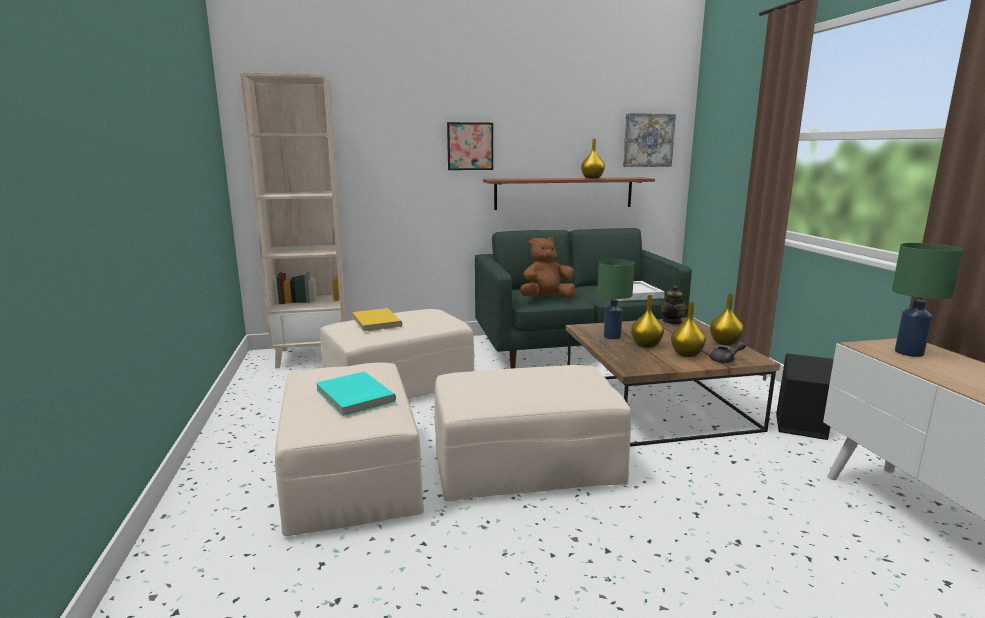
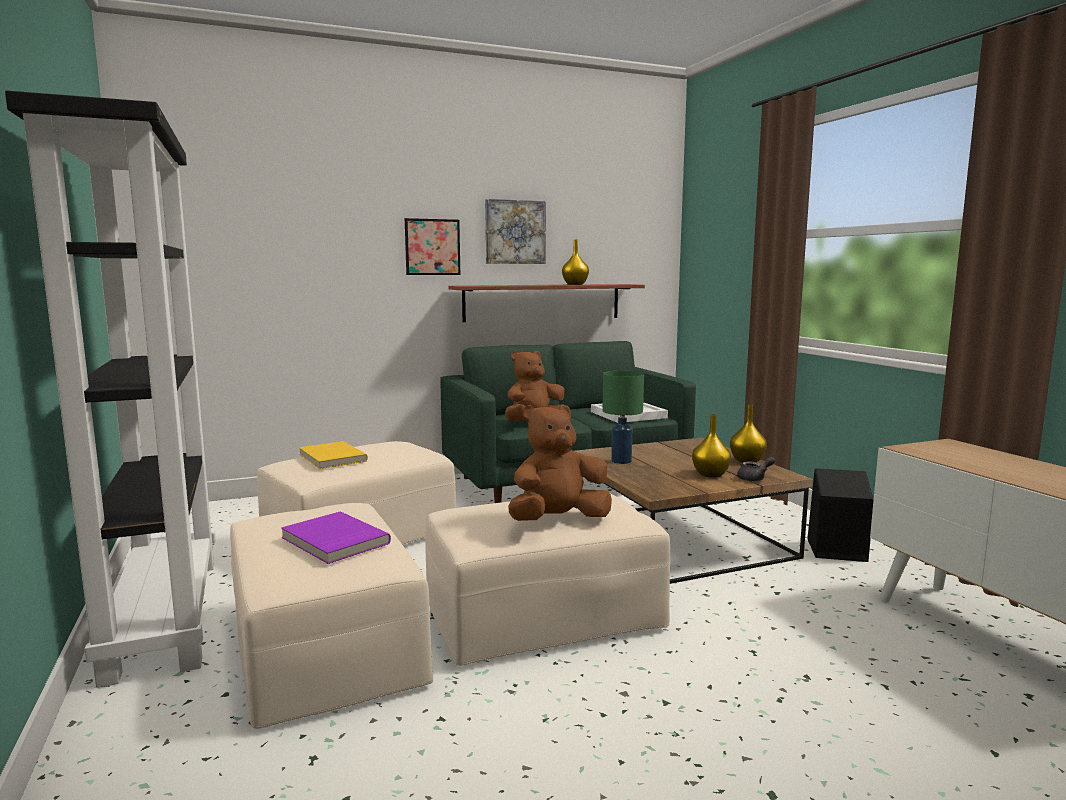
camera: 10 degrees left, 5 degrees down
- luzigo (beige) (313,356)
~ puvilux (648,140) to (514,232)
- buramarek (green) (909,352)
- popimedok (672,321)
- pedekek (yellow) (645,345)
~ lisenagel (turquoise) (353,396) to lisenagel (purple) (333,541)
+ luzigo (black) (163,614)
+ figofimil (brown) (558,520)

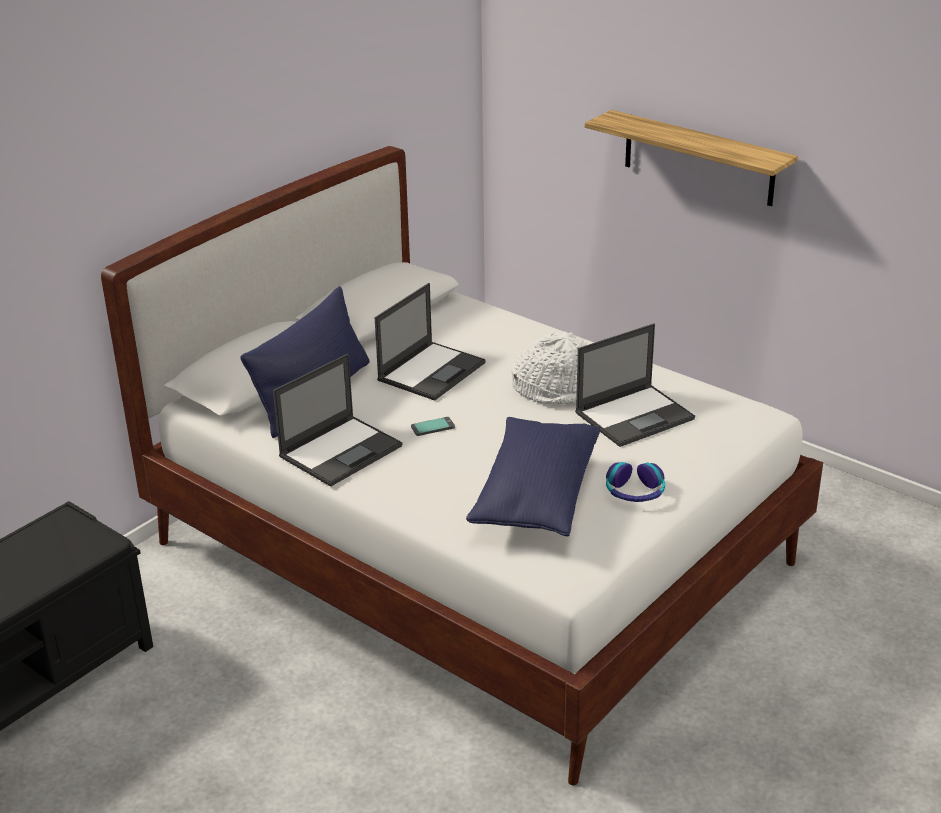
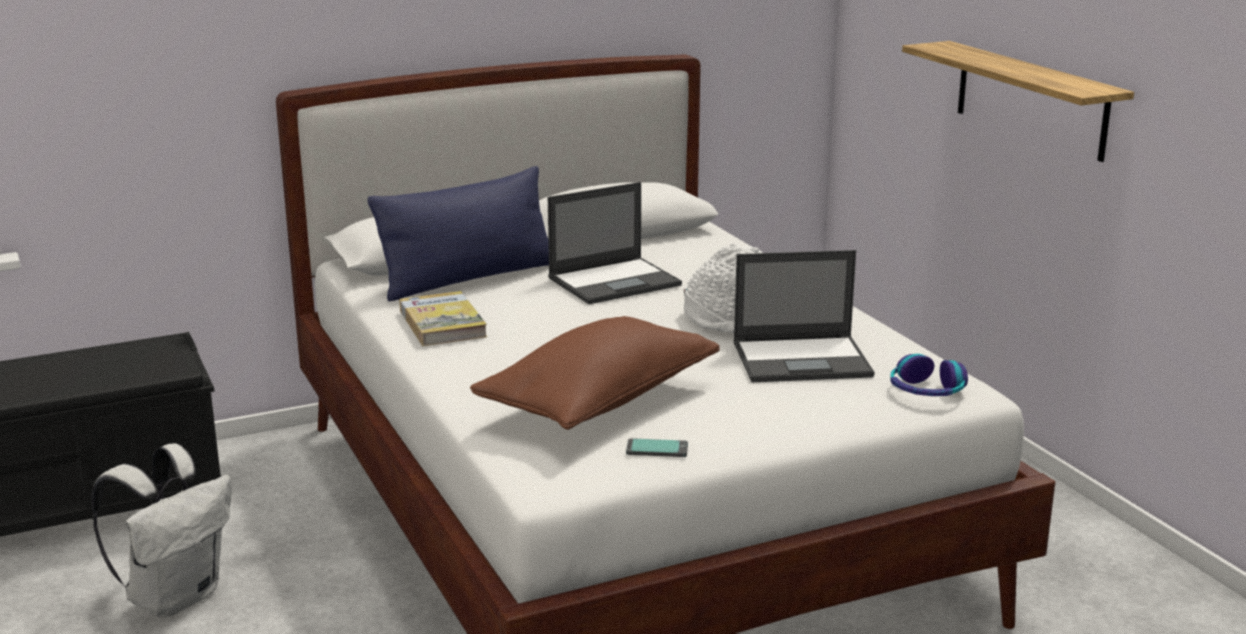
camera: 25 degrees right, 10 degrees down
~ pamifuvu (341,450) to lisenagel (442,323)
~ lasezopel (432,427) to (657,449)
~ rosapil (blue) (536,495) to rosapil (brown) (599,400)
~ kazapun (635,492) to (926,391)
+ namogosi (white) (175,597)

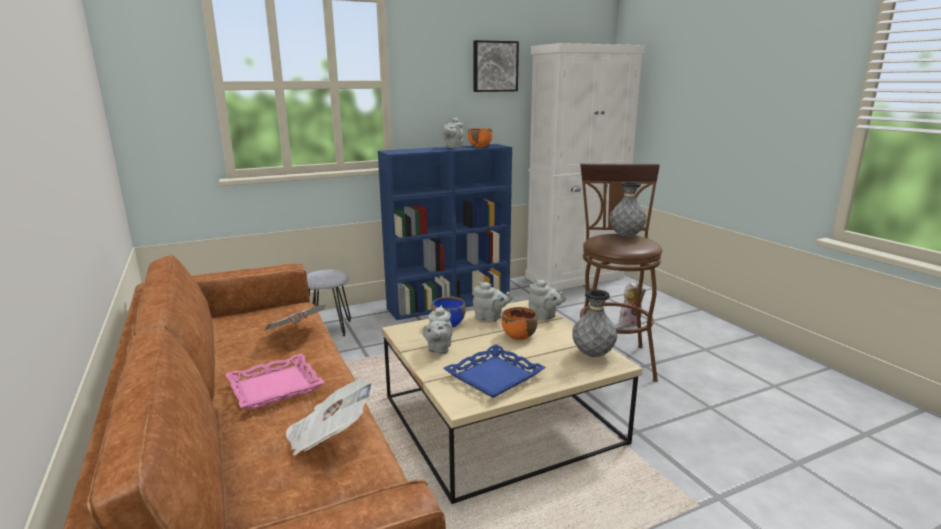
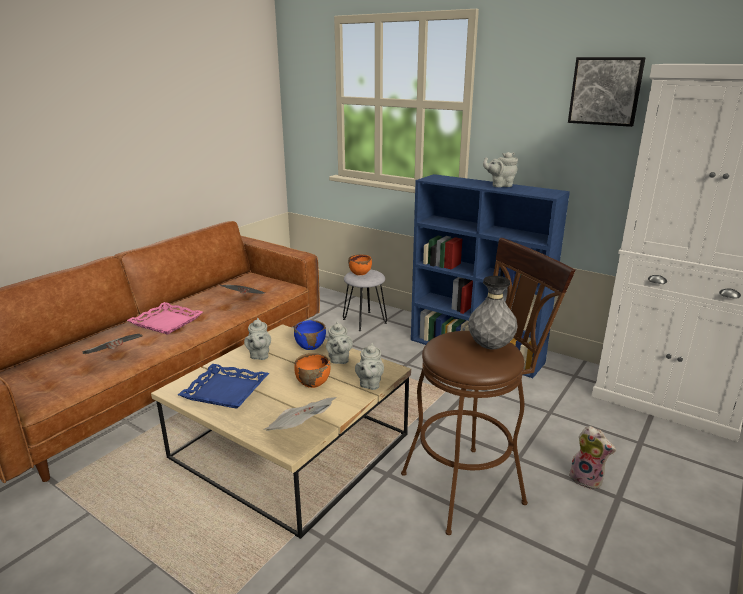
camera: 60 degrees right, 5 degrees up
~ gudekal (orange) (480,146) to (360,273)
~ pedekek (grey) (592,355) to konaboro (300,430)
~ popimedok (grey) (439,349) = (259,355) 75 degrees counterclockwise

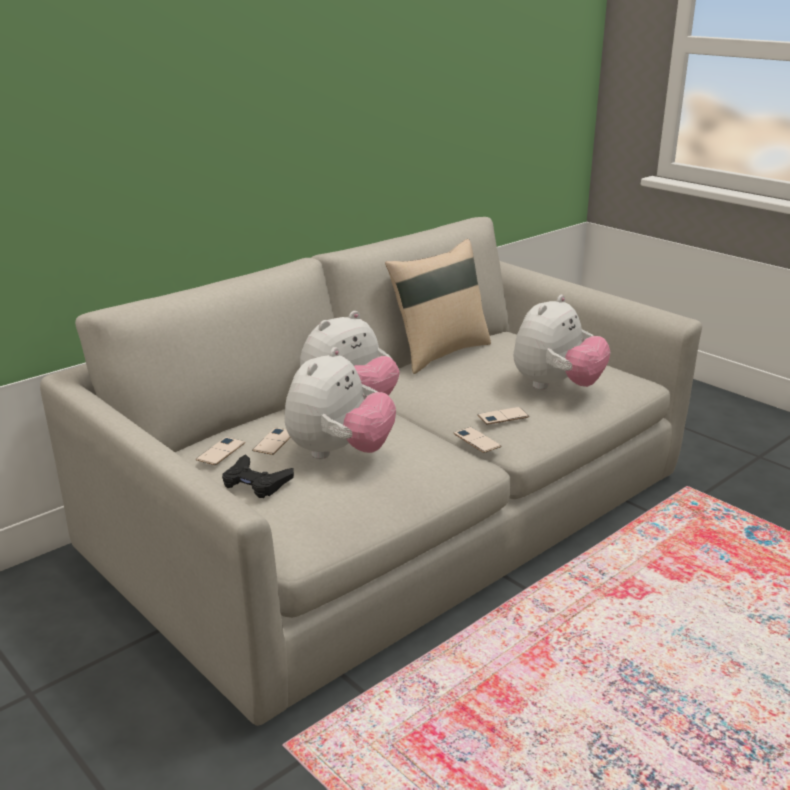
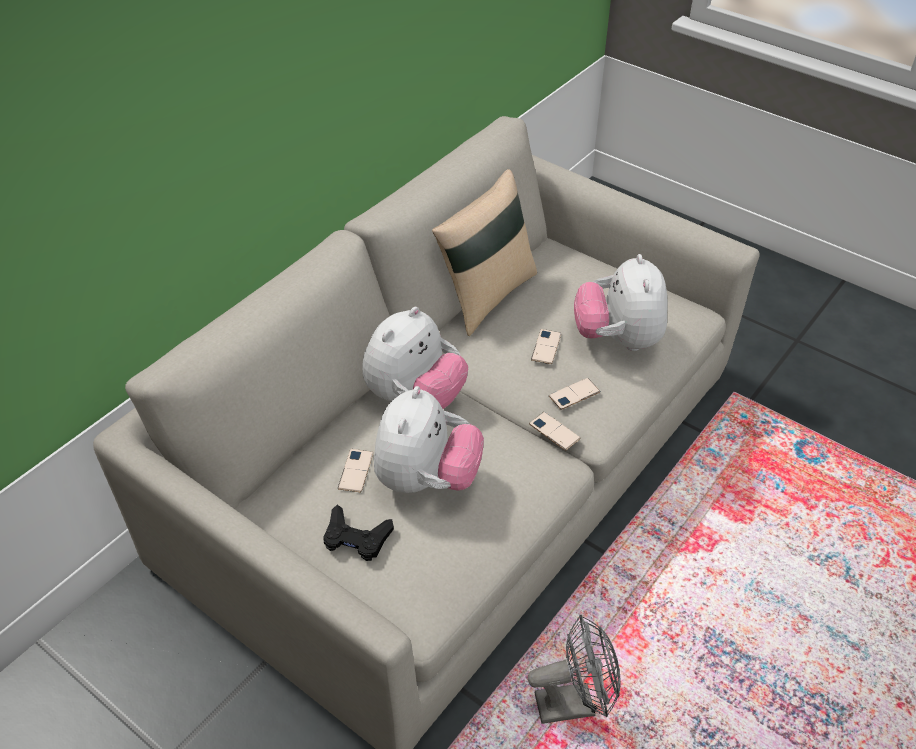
camera: 10 degrees left, 20 degrees up
~ figofimil (556,386) = (618,339) 150 degrees clockwise
~ lasezopel (221,451) to (546,347)
+ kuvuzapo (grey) (574,703)

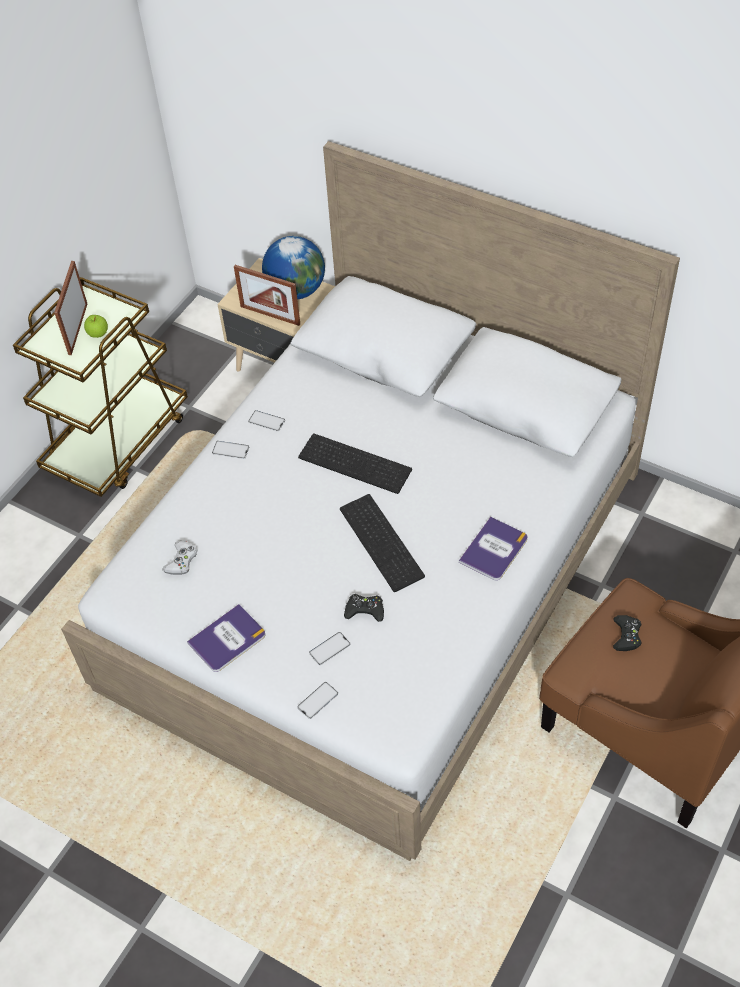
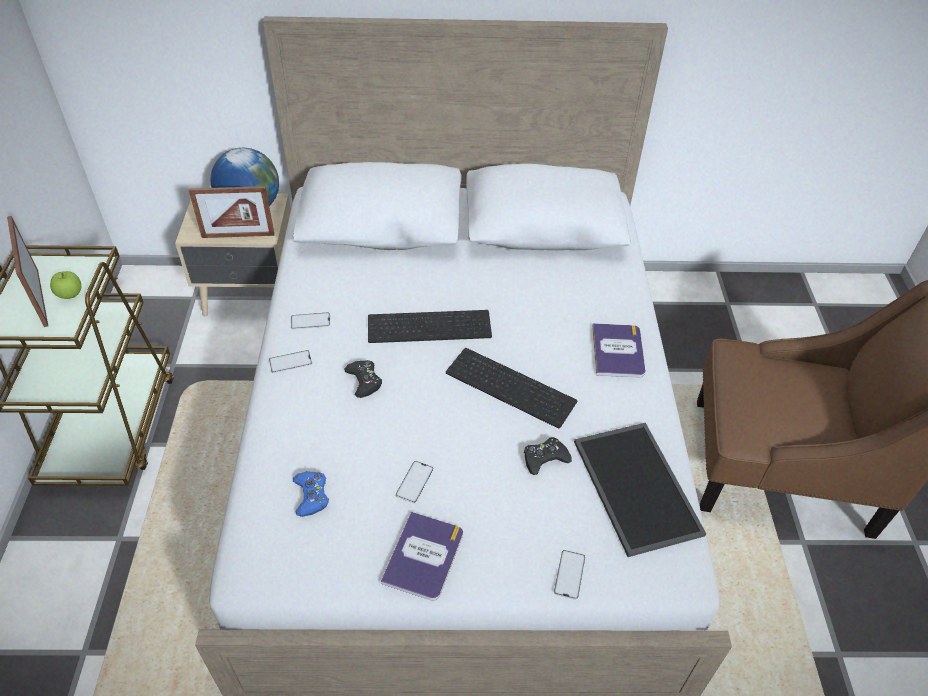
camera: 35 degrees left, 5 degrees down
~ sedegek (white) (181,561) to sedegek (blue) (311,495)
~ sedegek (black) (626,635) to (364,381)
~ lasezopel (329,648) to (414,482)
+ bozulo (634,486)

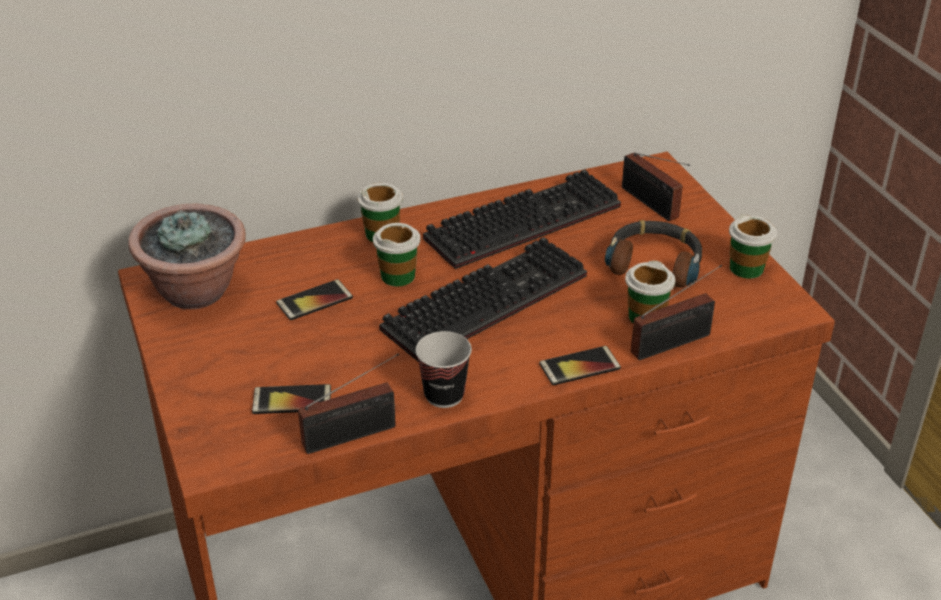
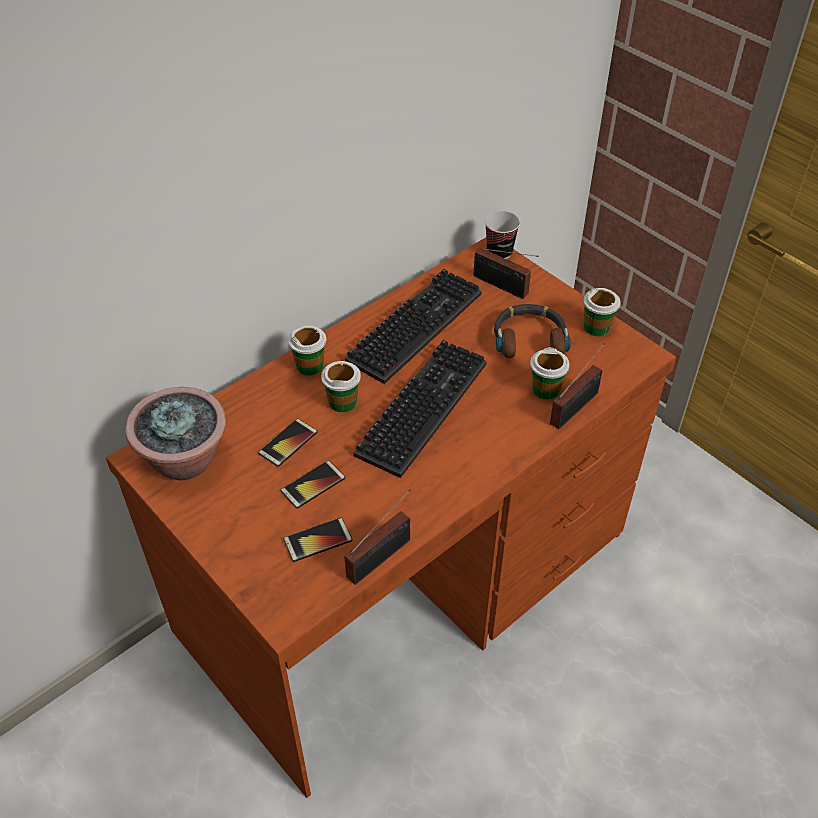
camera: 20 degrees left, 10 degrees up
~ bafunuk (444,395) to (499,252)
~ lasezopel (579,366) to (313,485)

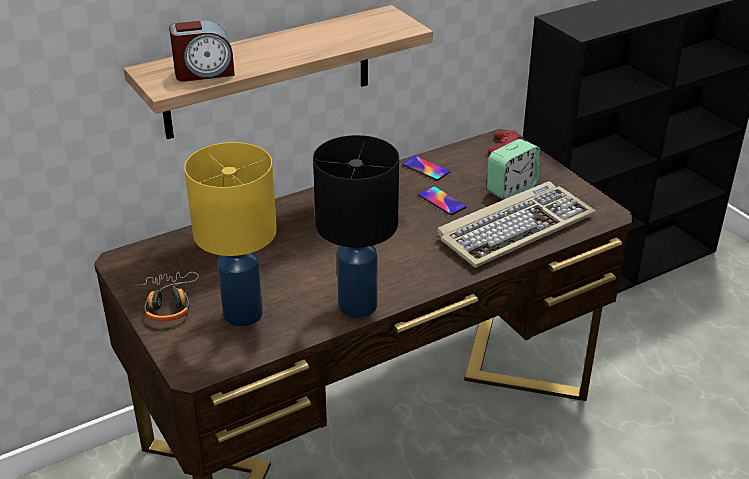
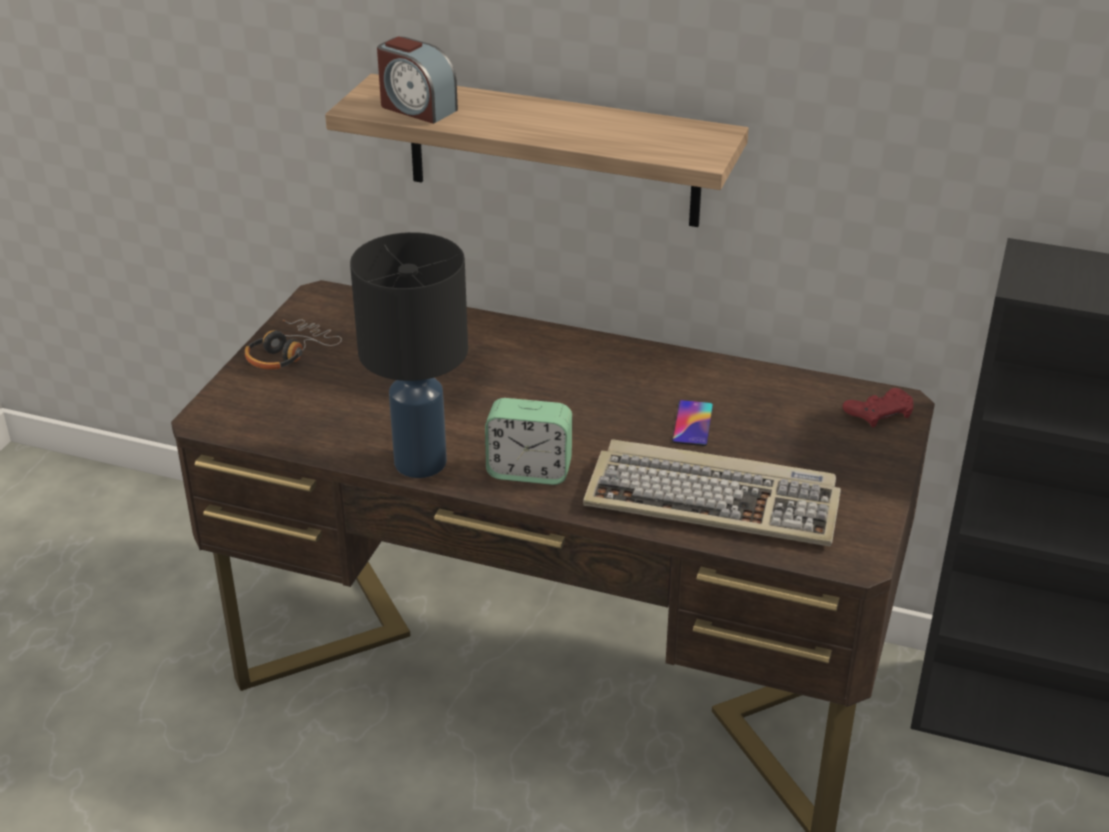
camera: 50 degrees right, 0 degrees up
~ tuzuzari (511,189) to (529,471)
- buramarek (yellow) (244,314)
- lasezopel (426,168)

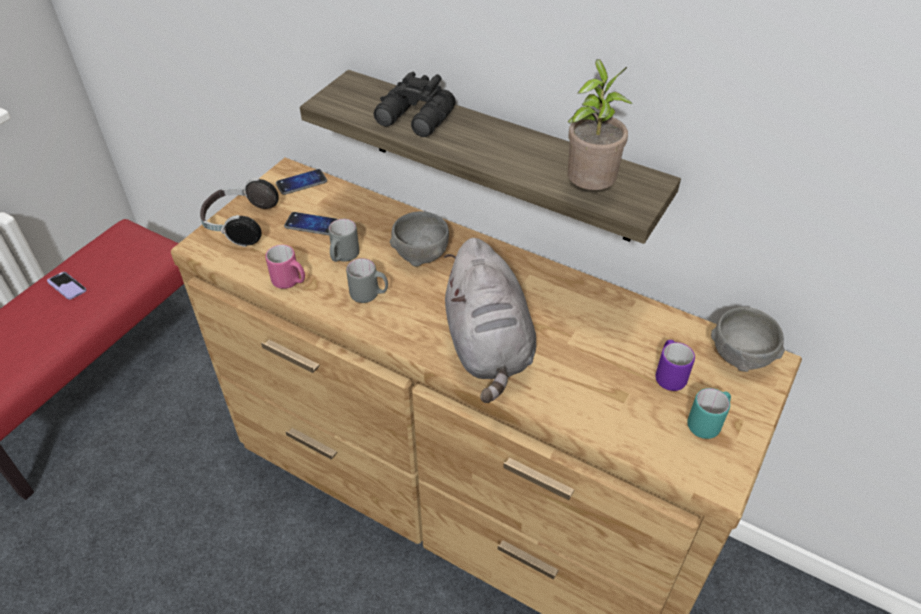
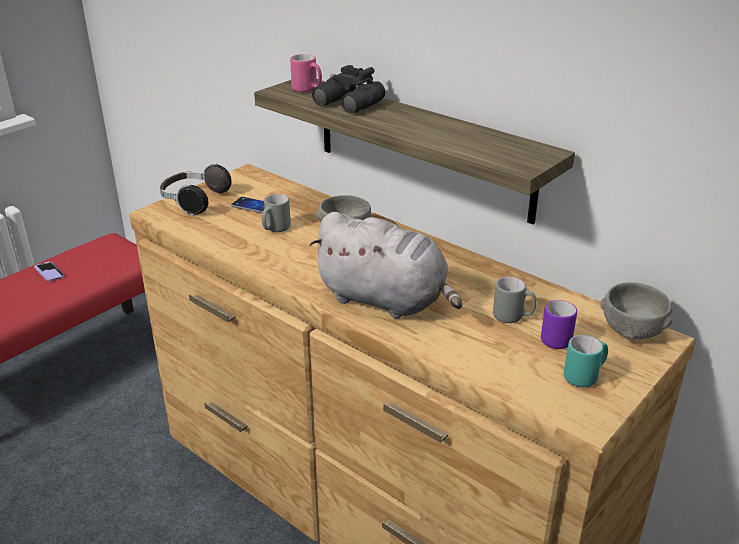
camera: 10 degrees right, 15 degrees down
- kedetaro (589,189)
- lasezopel (301,183)
~ figofimil (grey) (488,346) = (386,300) 60 degrees counterclockwise
~ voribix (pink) (290,282) to (308,90)
~ voribix (grey) (369,295) to (513,317)

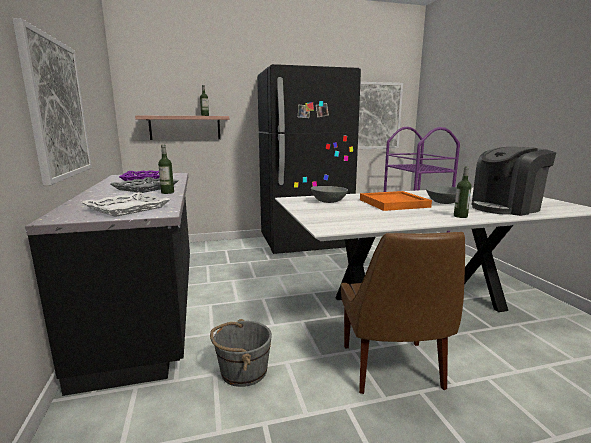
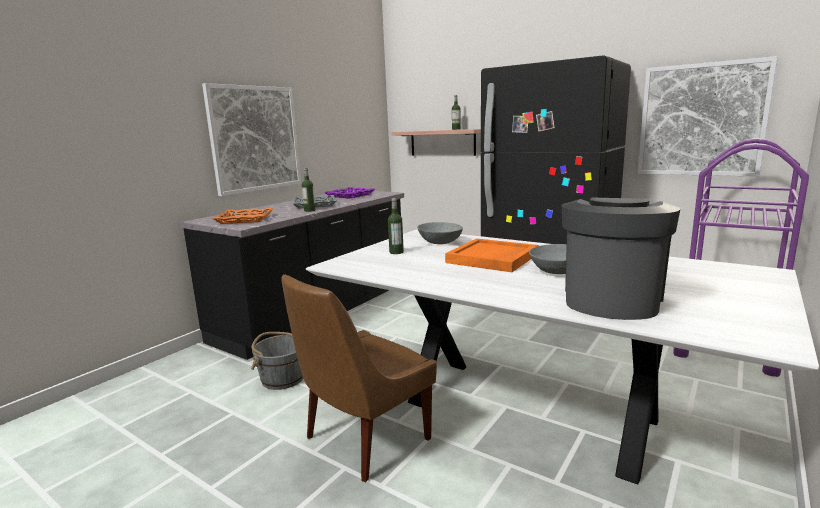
camera: 50 degrees right, 0 degrees up
~ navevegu (506,208) = (611,299) 90 degrees clockwise
~ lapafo (460,216) to (396,252)
~ bozulo (white) (127,208) to bozulo (orange) (245,219)

